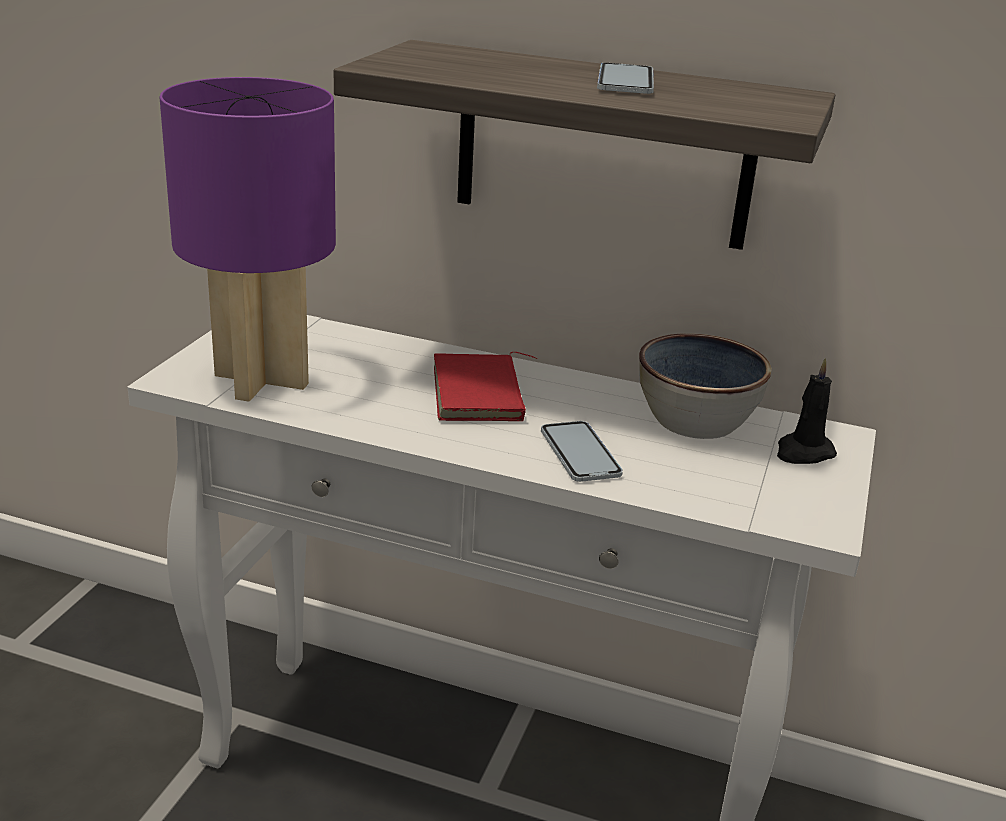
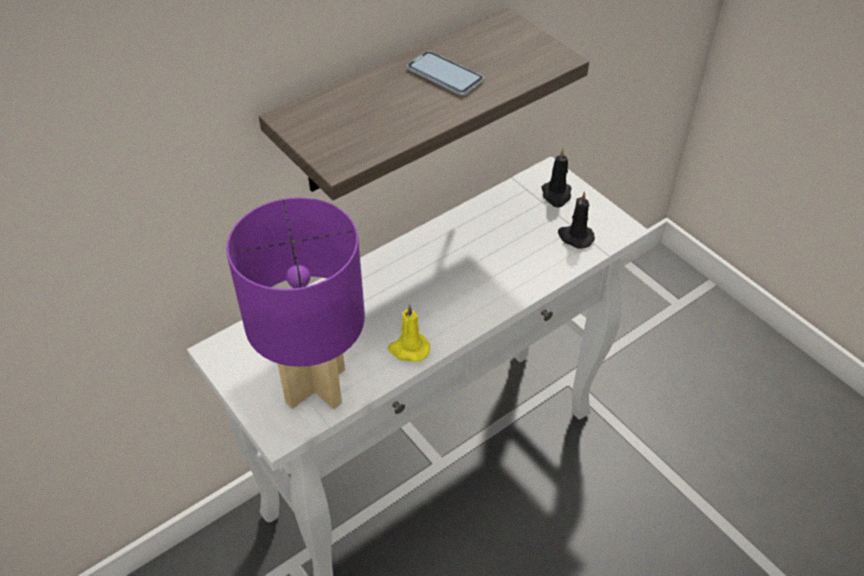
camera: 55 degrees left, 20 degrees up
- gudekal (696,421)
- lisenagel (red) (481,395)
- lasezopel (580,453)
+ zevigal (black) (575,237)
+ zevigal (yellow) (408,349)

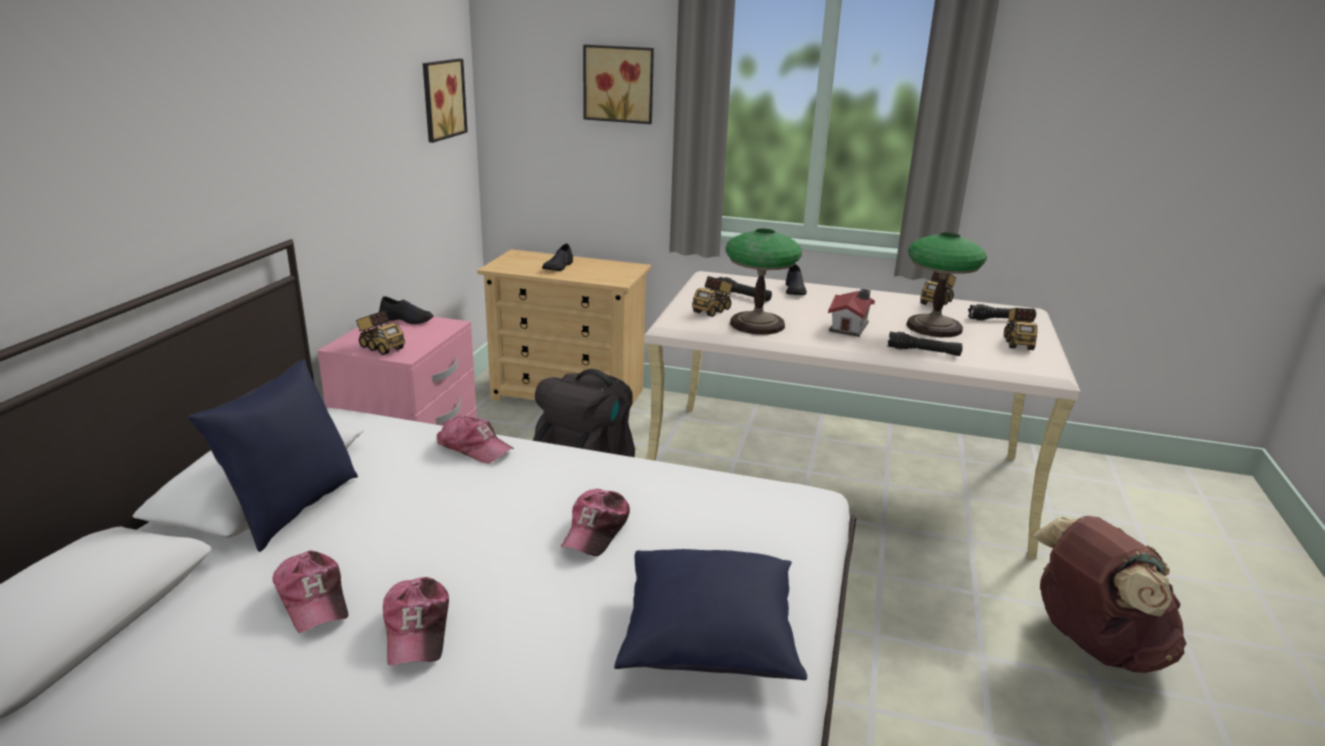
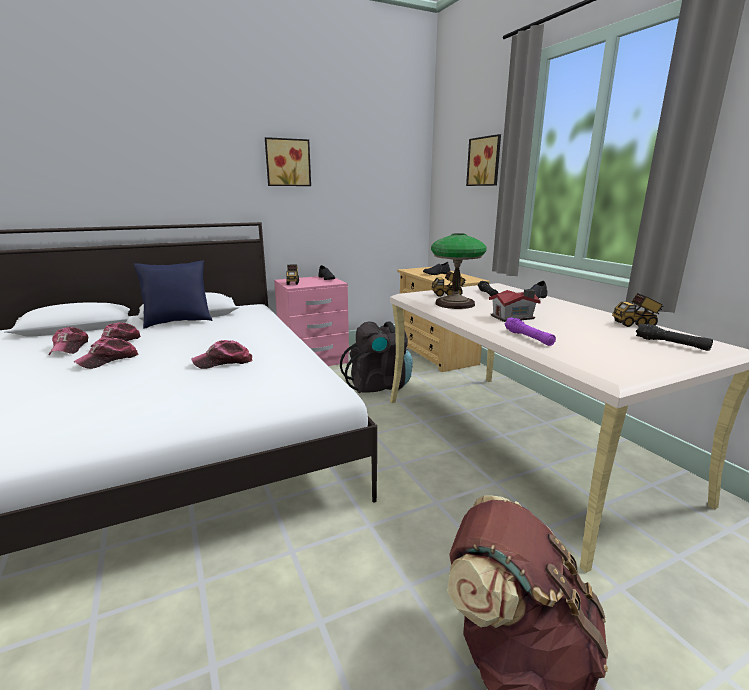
camera: 50 degrees right, 5 degrees down
~ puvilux (441,99) to (287,162)
- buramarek (933,327)
- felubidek (1017,343)
~ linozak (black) (923,351) to linozak (purple) (528,338)
~ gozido (474,448) to (70,348)
- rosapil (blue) (710,640)

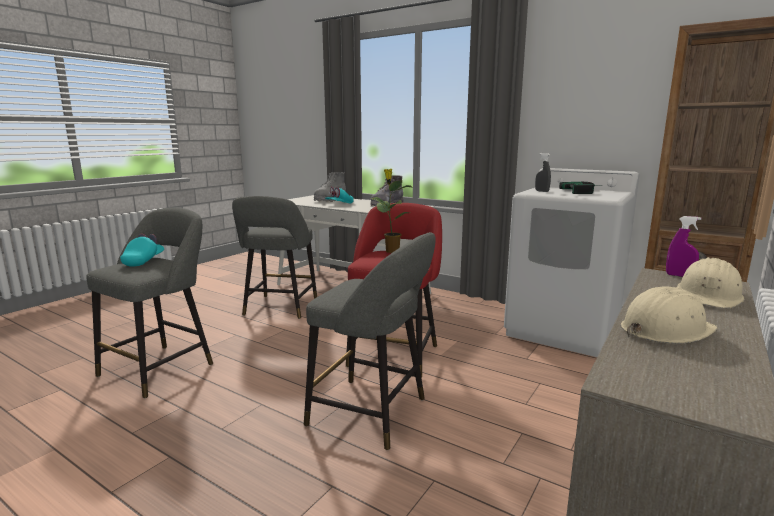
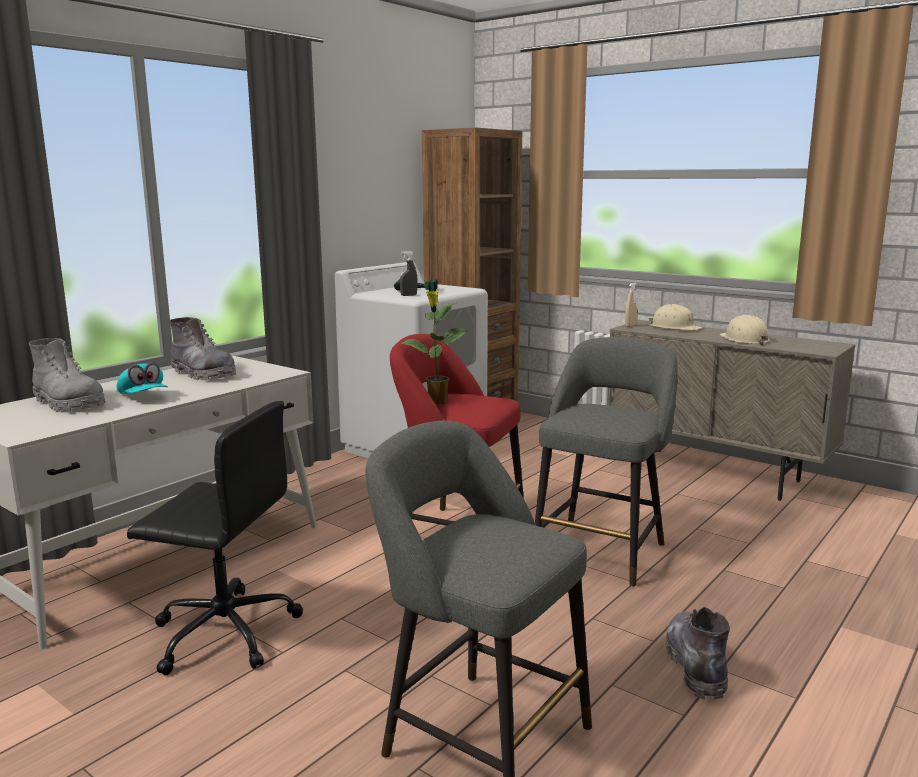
camera: 85 degrees left, 0 degrees up
~ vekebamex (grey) (279,308) to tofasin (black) (223,632)
~ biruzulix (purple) (679,275) to biruzulix (beige) (630,326)
- gozido (turquoise) (144,261)
+ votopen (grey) (696,666)

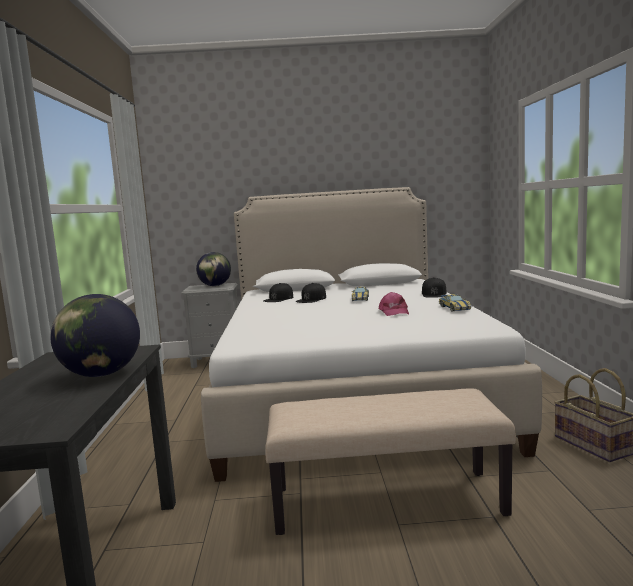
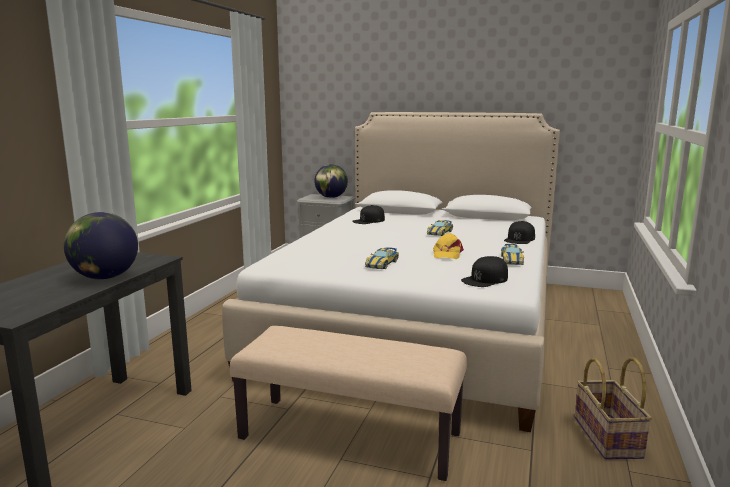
camera: 20 degrees right, 5 degrees up
~ gozido (black) (311,299) to (485,279)
~ gozido (pink) (393,312) to gozido (yellow) (447,254)
+ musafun (382,264)

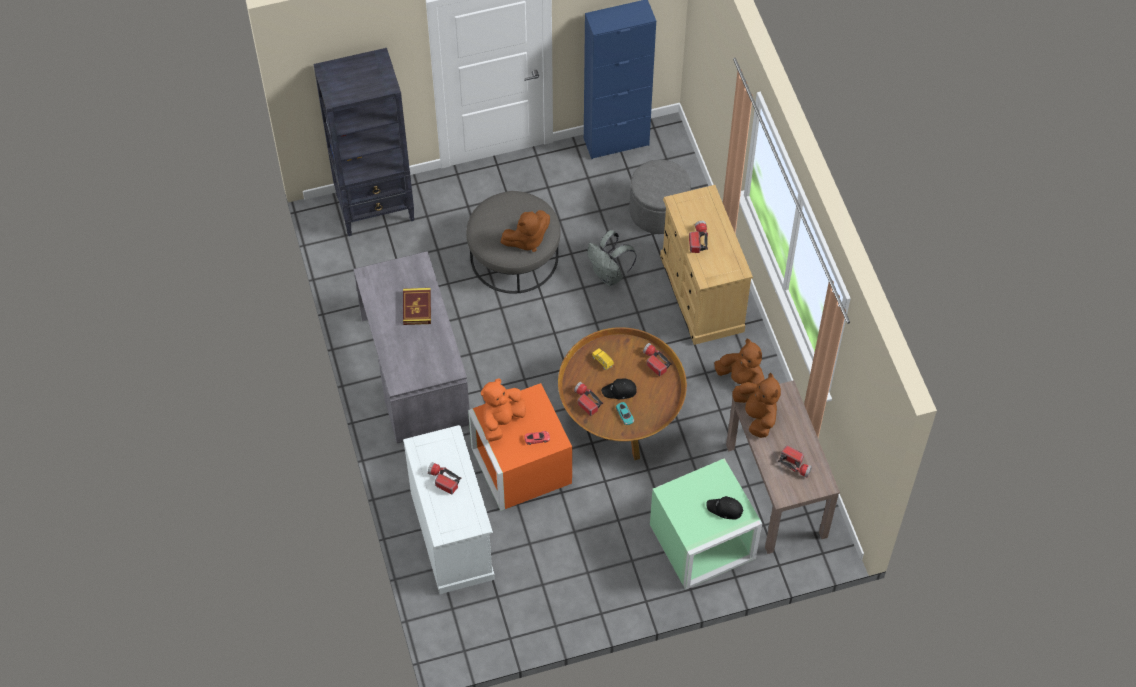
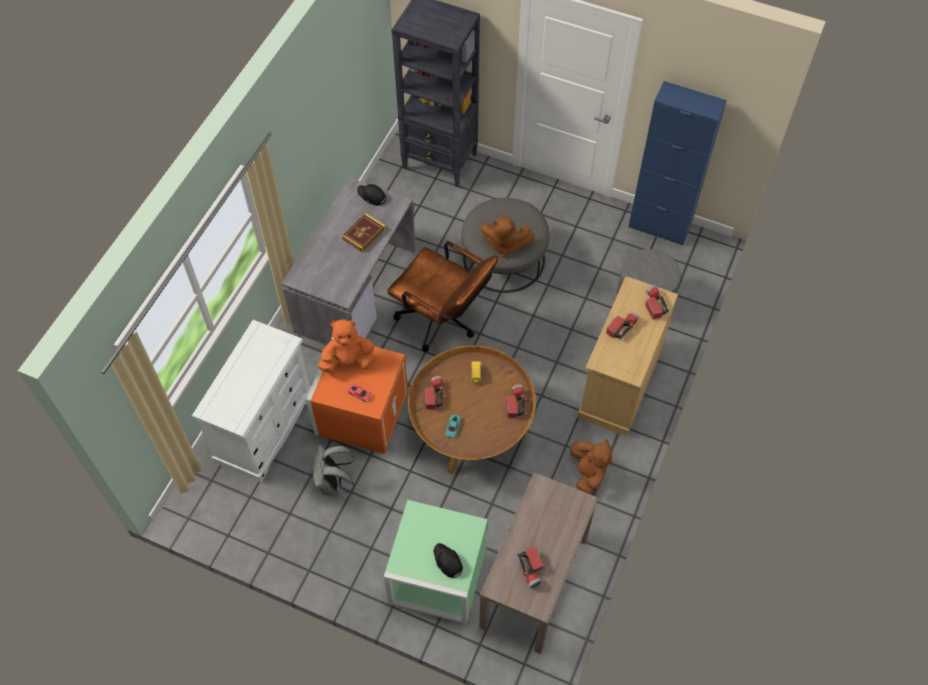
camera: 40 degrees right, 0 degrees up
~ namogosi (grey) (609,275) to (333,484)
- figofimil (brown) (756,415)
~ gozido (black) (620,391) to (371,196)
~ linozak (443,480) to (654,305)
+ tofasin (brown) (443,321)

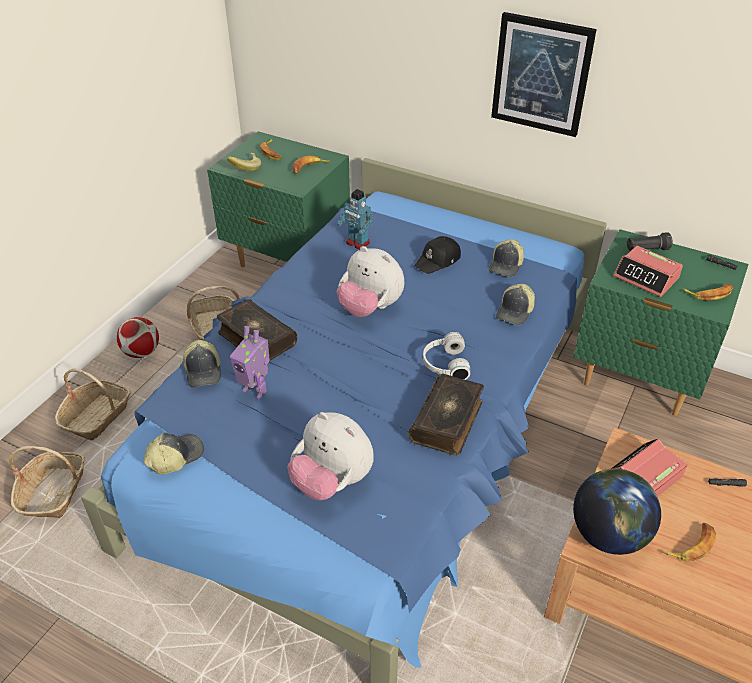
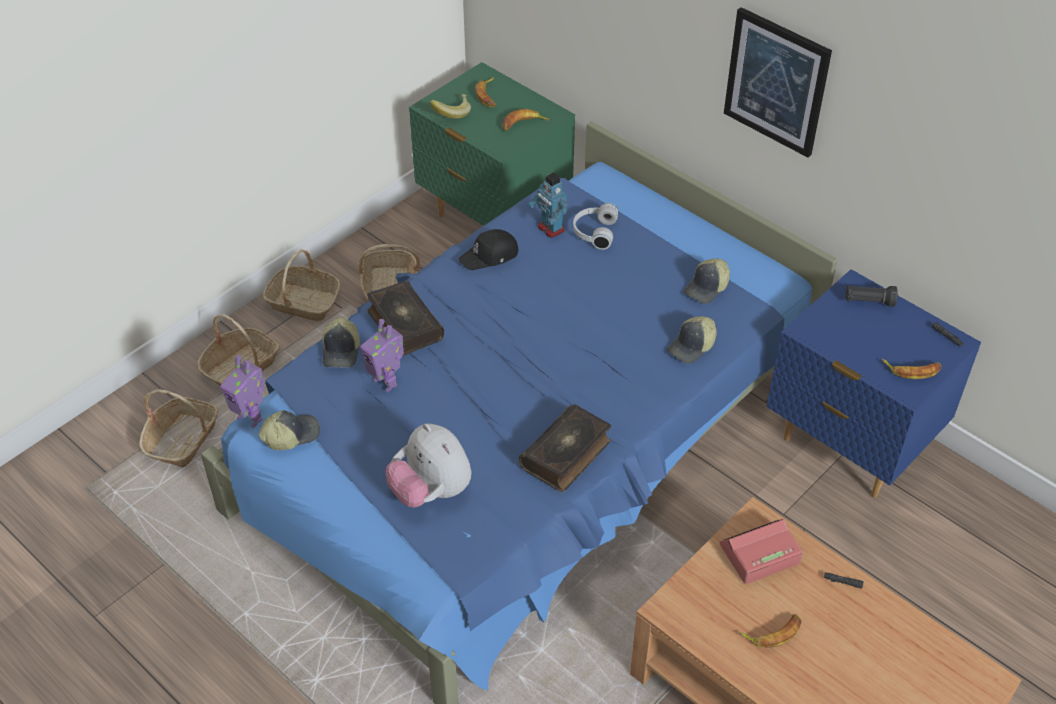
camera: 15 degrees right, 5 degrees up
~ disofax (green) (637,379) to disofax (blue) (850,446)
~ gozido (black) (438,261) to (490,256)
- figofimil (370,308)
- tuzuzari (646,278)
~ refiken (141,352) to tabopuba (303,302)
~ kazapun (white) (444,364) to (594,232)
- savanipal (608,534)
+ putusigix (250,417)

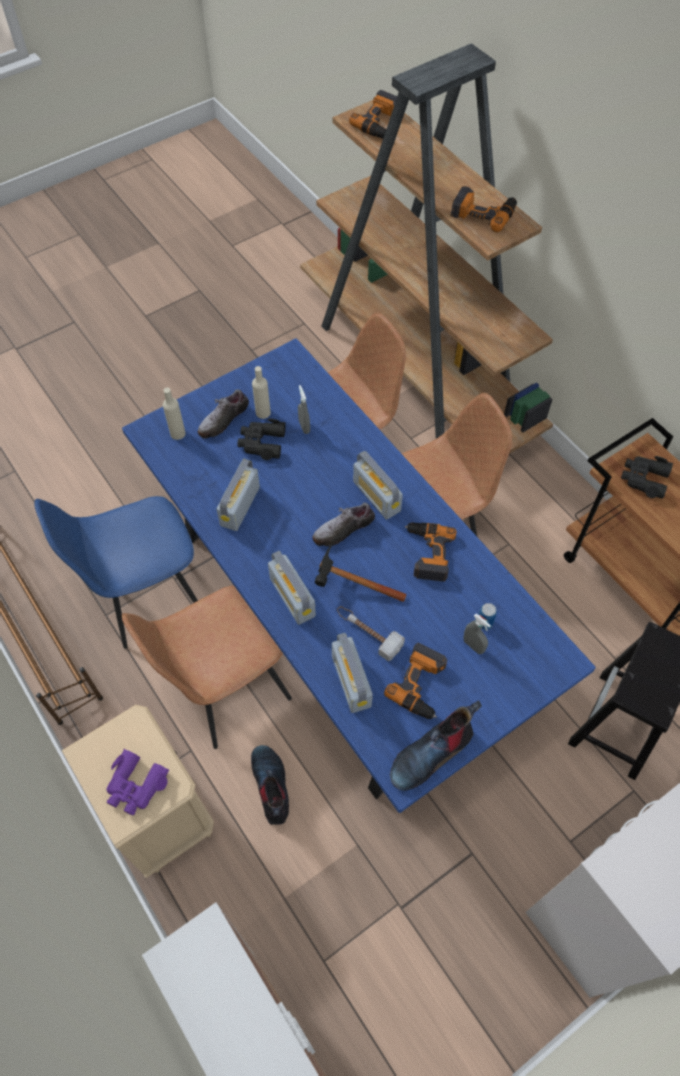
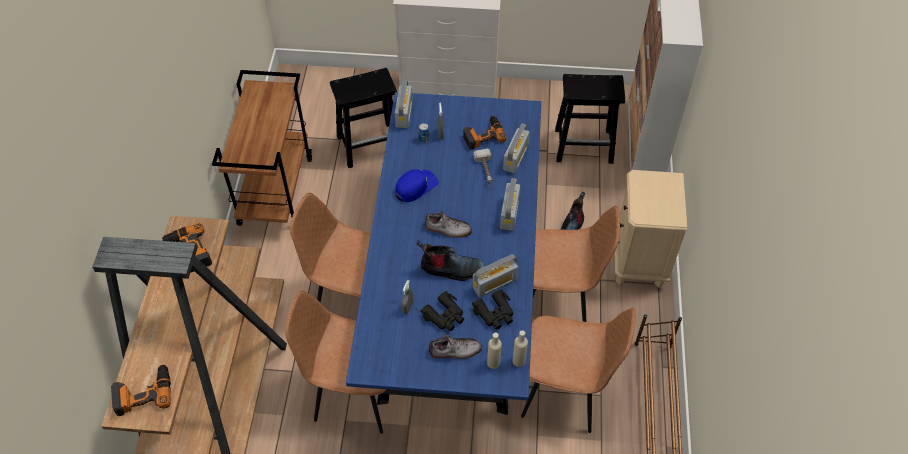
camera: 140 degrees left, 5 degrees down
~ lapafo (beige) (263,412) to (518,361)
~ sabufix (376,496) to (404,113)
~ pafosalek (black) (644,479) to (495,313)
~ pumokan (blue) (145,594) to pumokan (brown) (565,391)
~ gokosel (427,553) to gozido (blue) (416,187)
- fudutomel (349,585)
~ votopen (431,753) to (451,269)
- pafosalek (purple) (135,786)
+ vekebamex (black) (584,145)

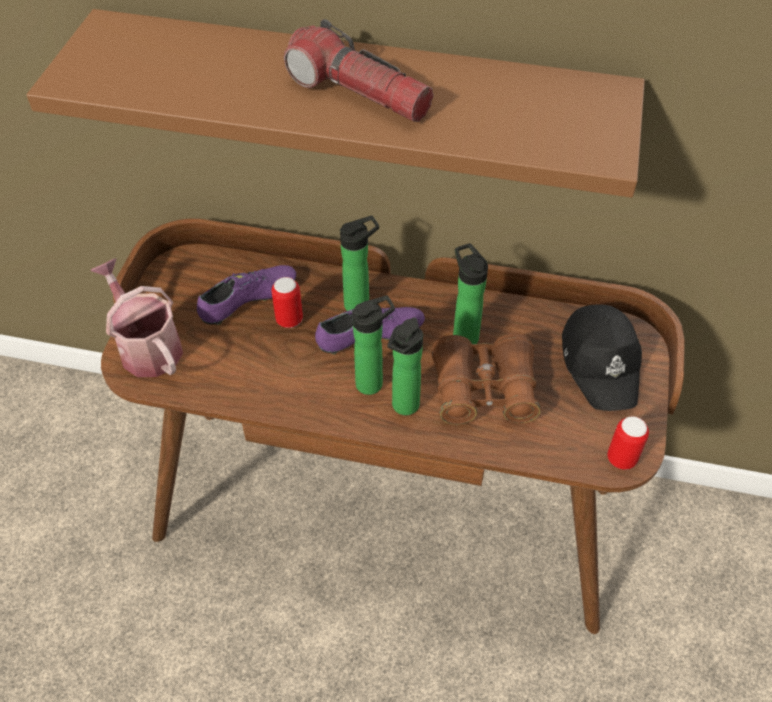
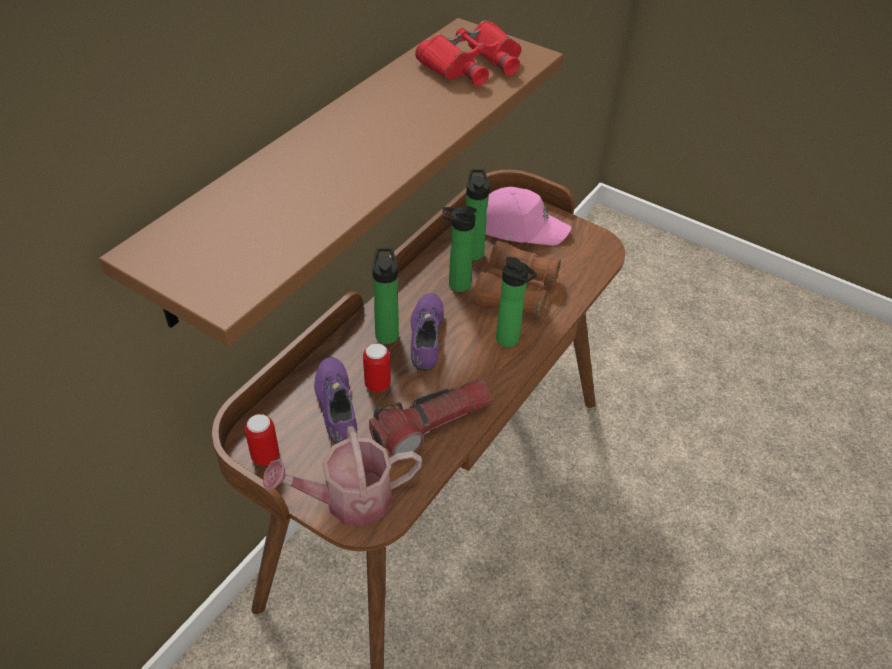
camera: 70 degrees left, 5 degrees down
~ linozak (359,93) to (431,425)
~ lapafo (373,382) to (473,251)
~ gozido (black) (601,363) to gozido (pink) (519,227)
~ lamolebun (621,459) to (265,456)
+ pafosalek (red) (472,64)

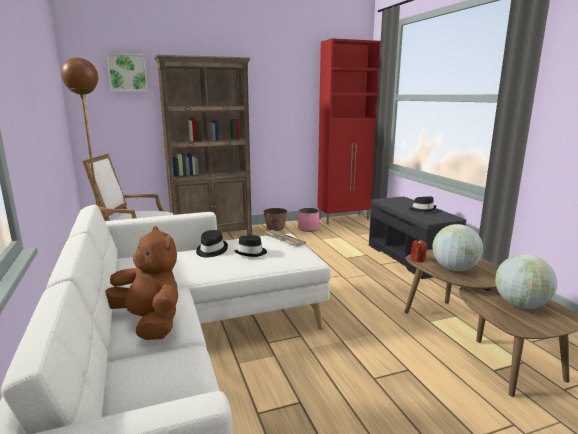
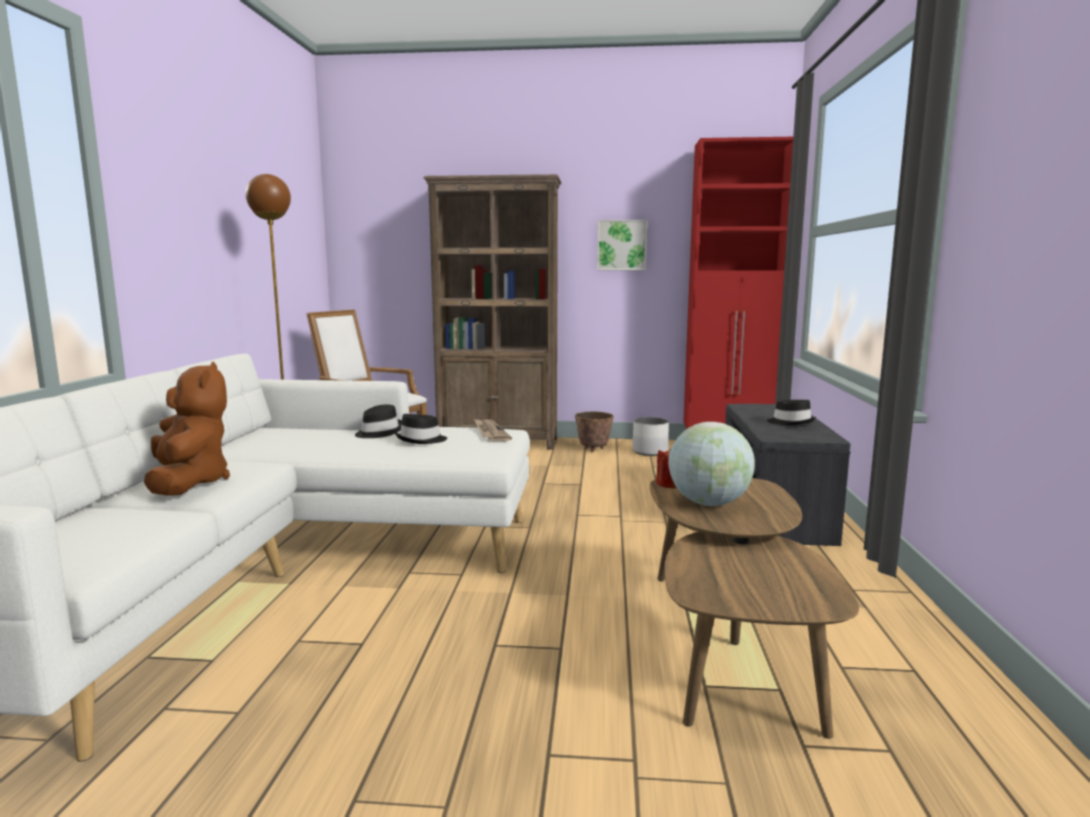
camera: 25 degrees right, 5 degrees down
~ puvilux (127,73) to (621,245)
~ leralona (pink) (308,228) to leralona (white) (650,451)
- savanipal (521,305)

